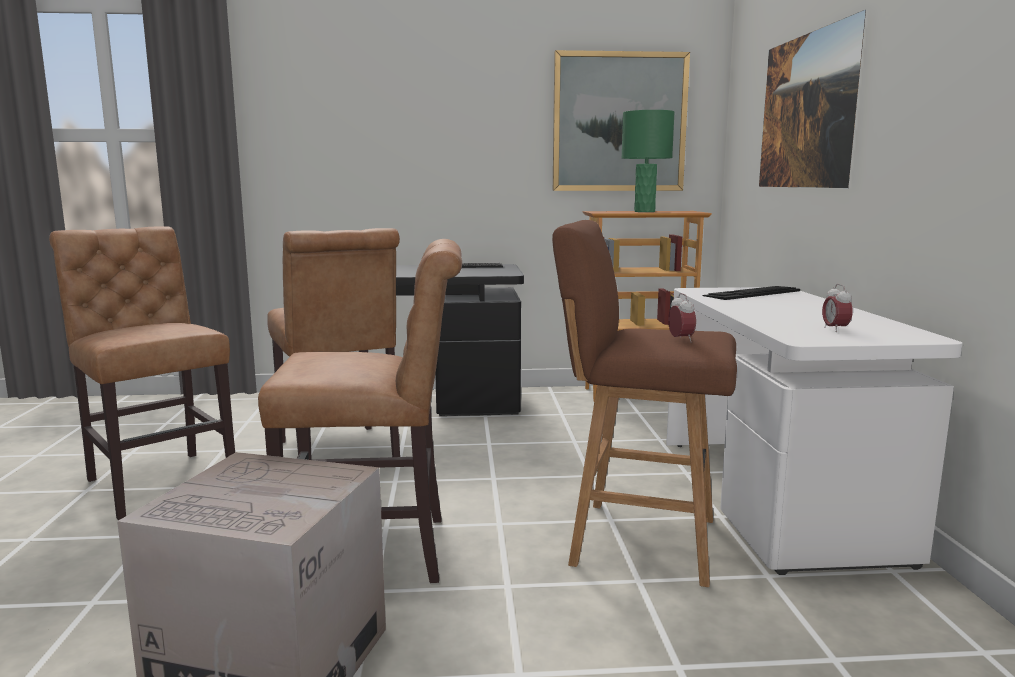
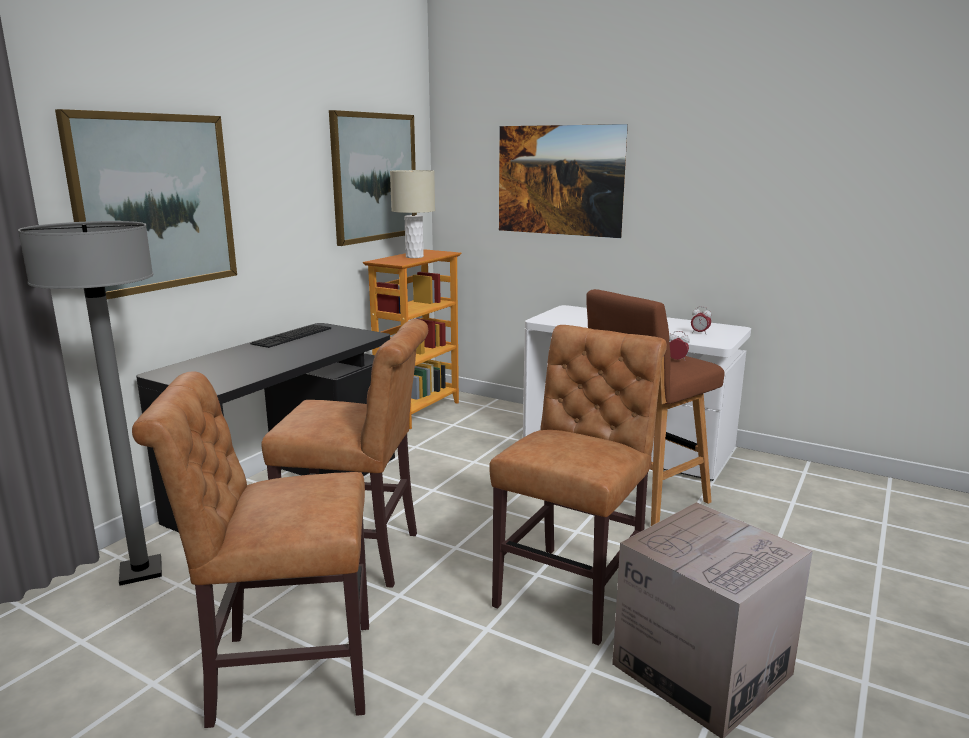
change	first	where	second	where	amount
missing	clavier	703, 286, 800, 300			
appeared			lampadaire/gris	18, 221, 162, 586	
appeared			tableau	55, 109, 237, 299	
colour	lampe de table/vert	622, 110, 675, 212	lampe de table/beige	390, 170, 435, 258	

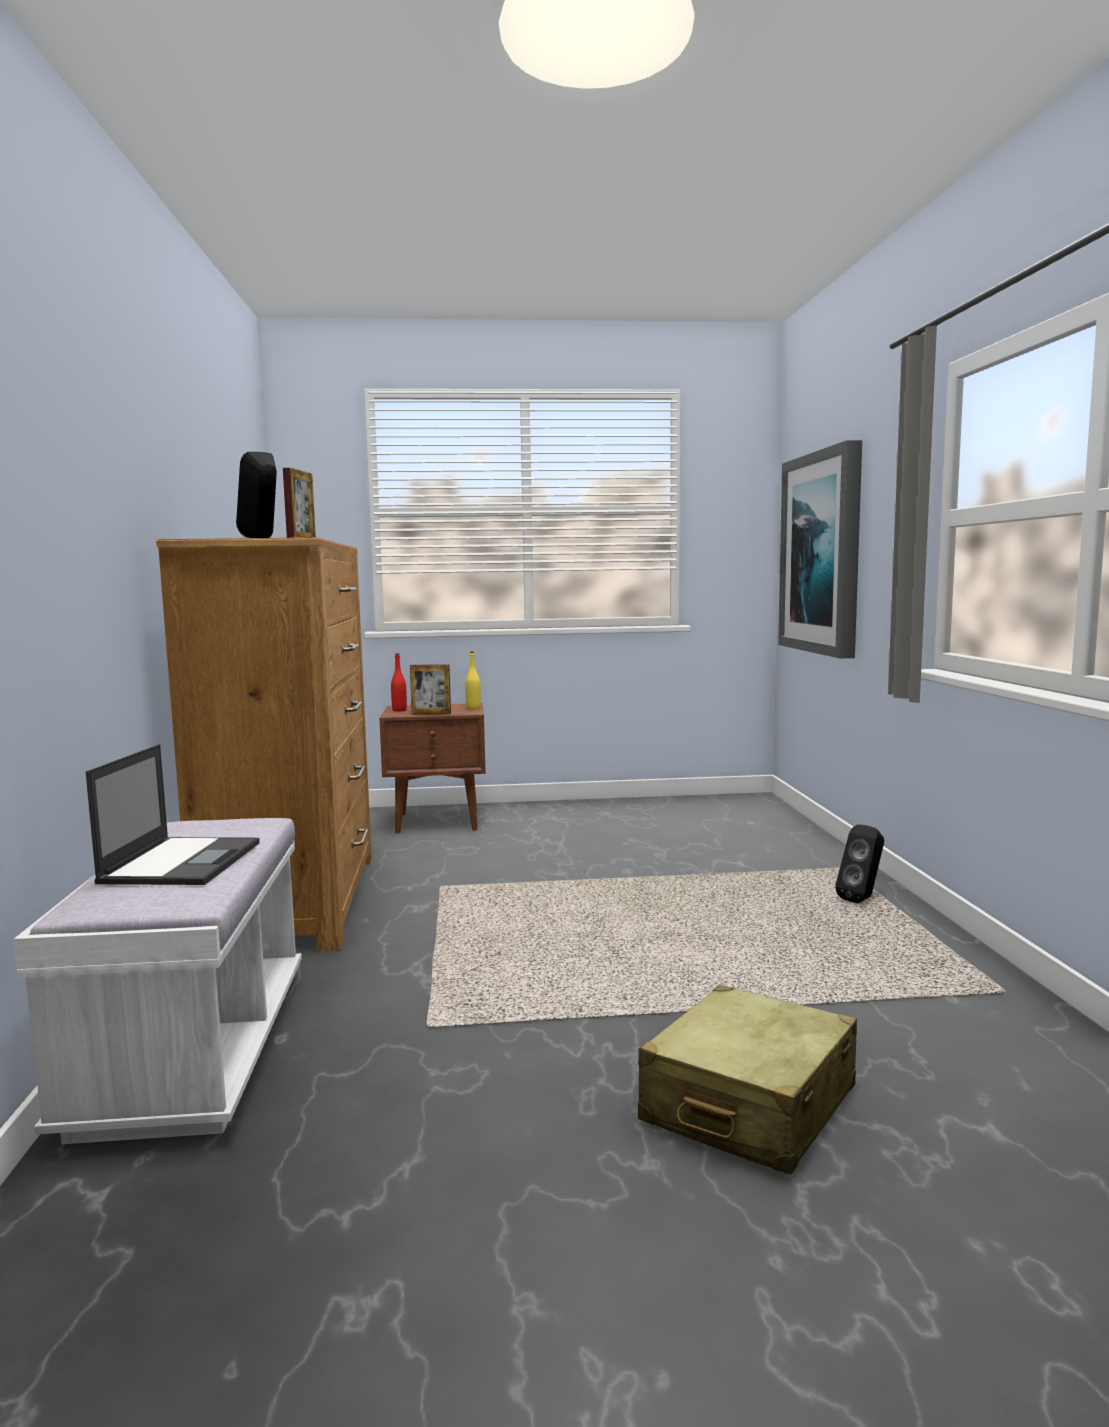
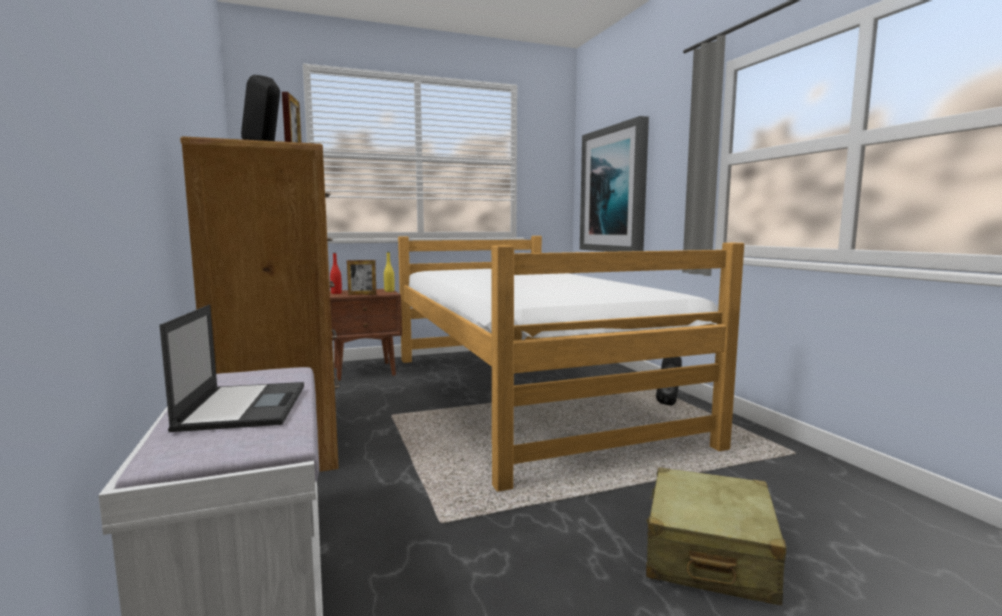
change	first	where	second	where	amount
appeared			lit	398, 236, 744, 492	

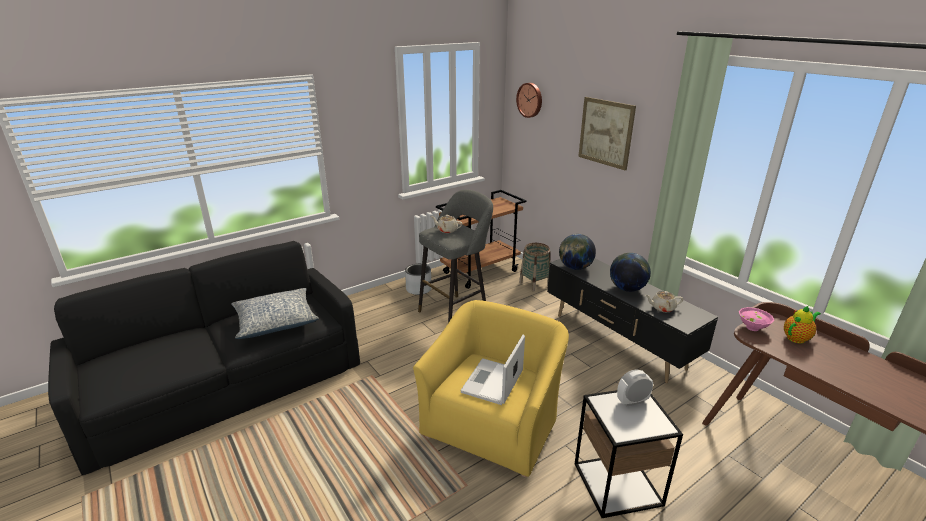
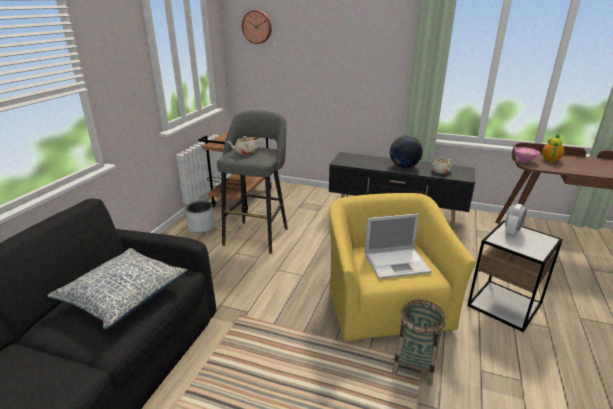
change	first	where	second	where	amount
missing	globe	559, 234, 596, 270			
missing	tableau	578, 97, 636, 170			
relocated	panier	519, 243, 551, 292		392, 300, 446, 386	
spun	ordinateur portable	460, 335, 525, 405		365, 213, 432, 279	90 degrees counterclockwise

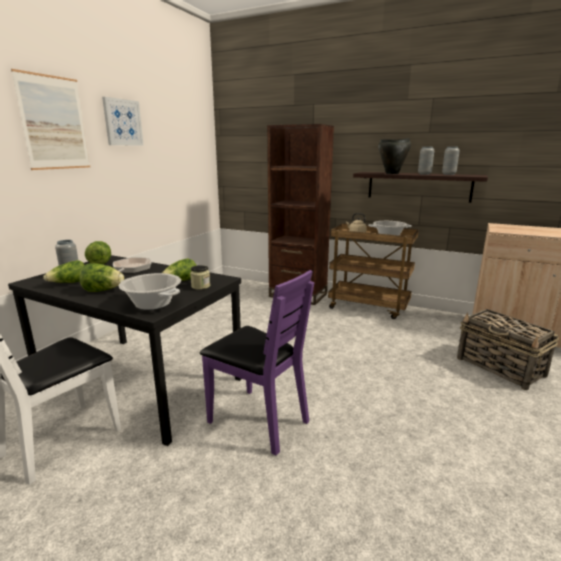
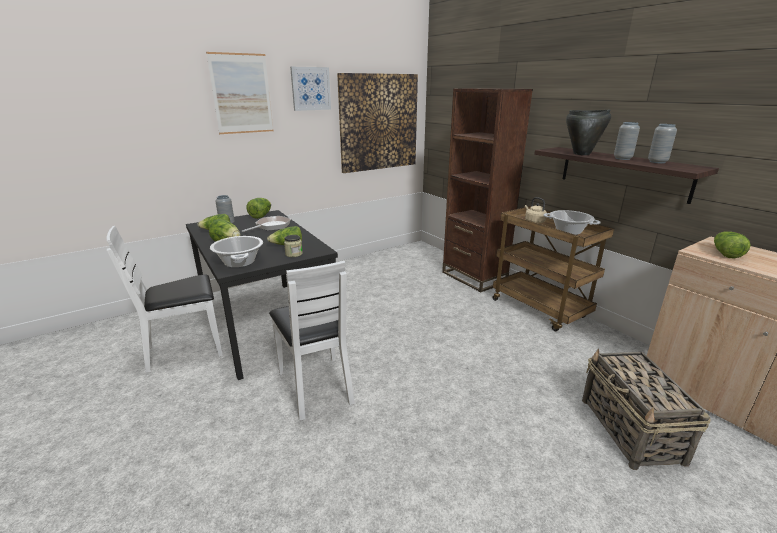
change	first	where	second	where	amount
appeared			tableau	337, 73, 418, 173	
appeared			laitue	714, 231, 751, 258	
colour	chaise/violet	200, 270, 315, 456	chaise/blanc	269, 261, 355, 421	

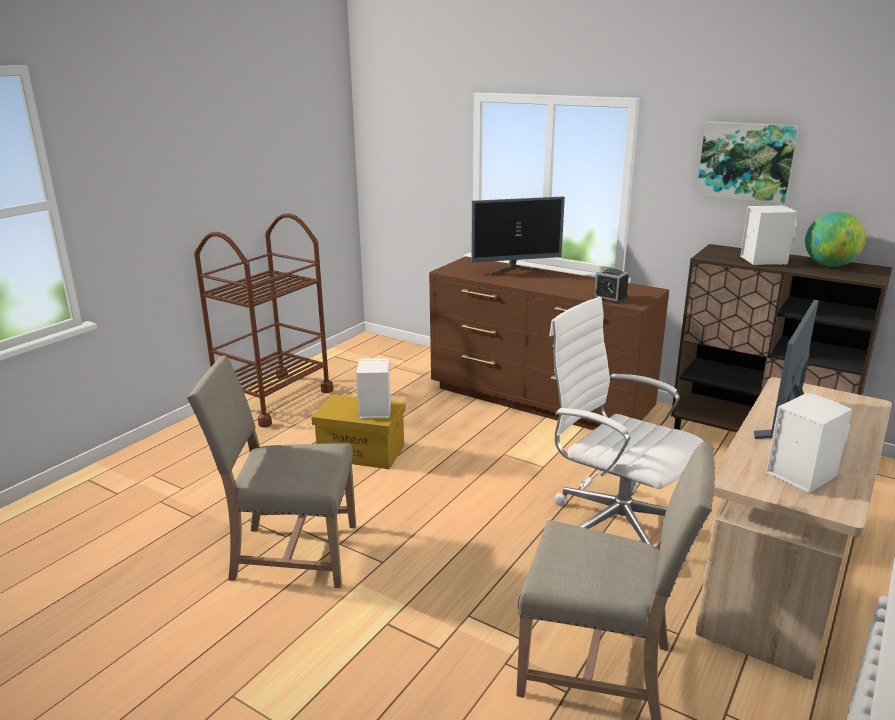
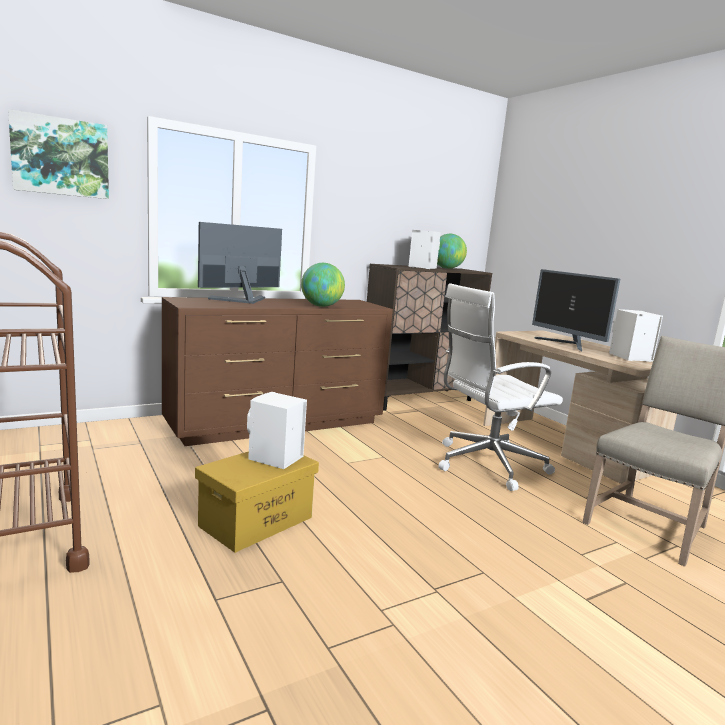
change	first	where	second	where	amount
missing	chaise/beige	187, 355, 356, 588			
missing	réveil	592, 268, 629, 304			
appeared			globe	301, 263, 345, 307	
relocated	tableau	697, 121, 798, 204		8, 109, 109, 199	
spun	écran d'ordinateur	471, 196, 565, 276		198, 222, 282, 304	150 degrees counterclockwise

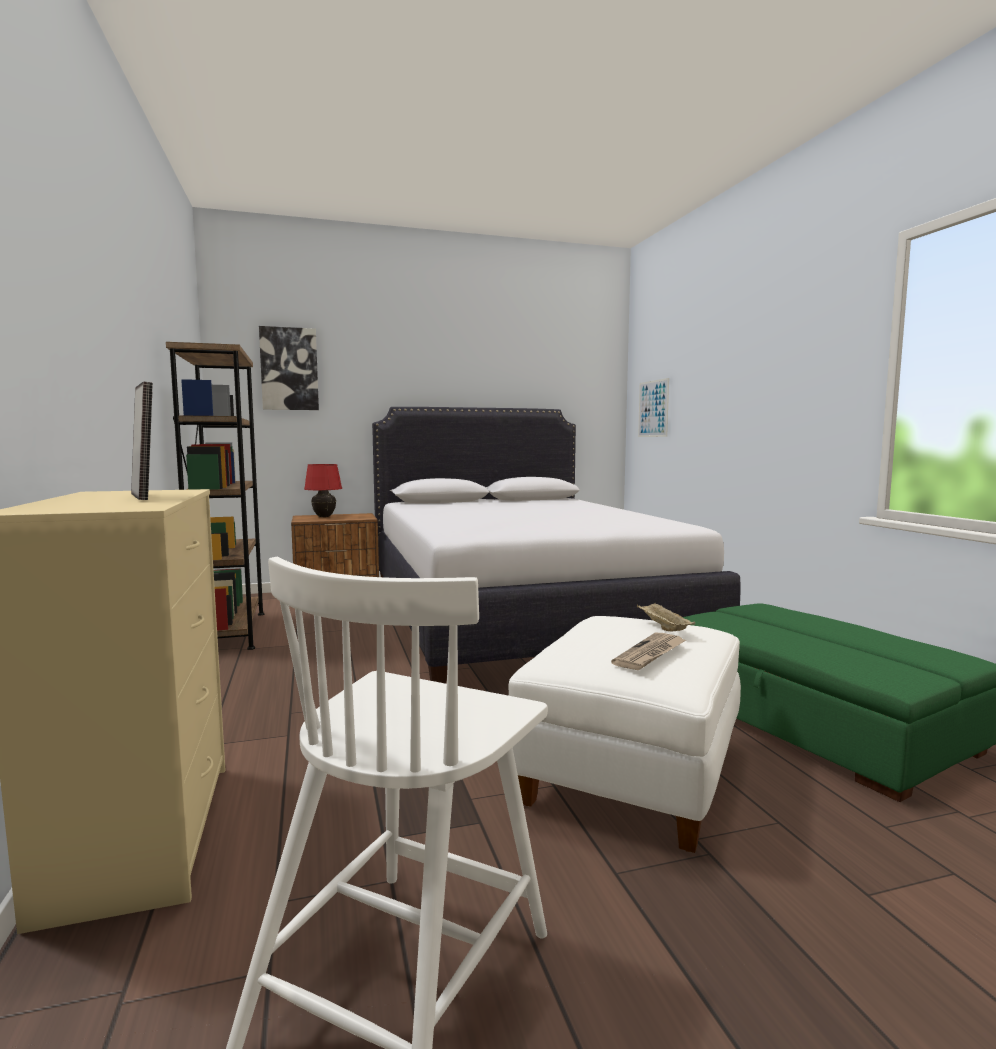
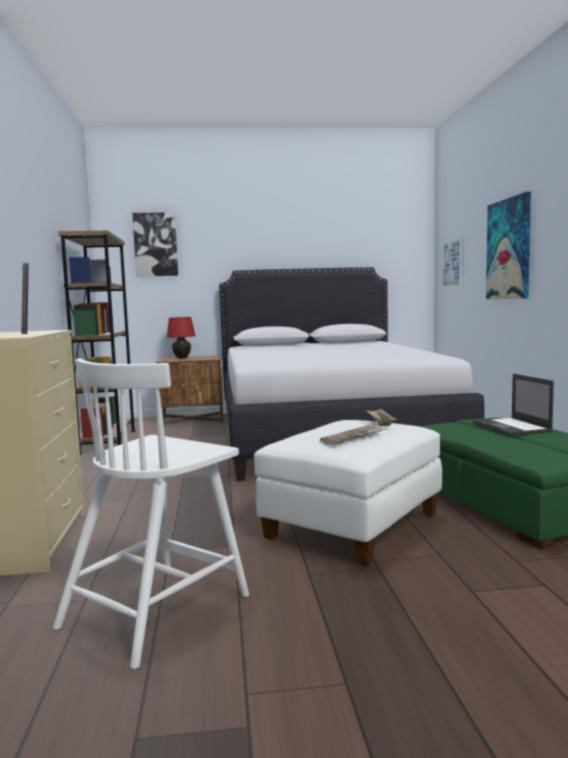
change	first	where	second	where	amount
appeared			ordinateur portable	473, 374, 554, 436	
appeared			tableau	486, 192, 531, 299	

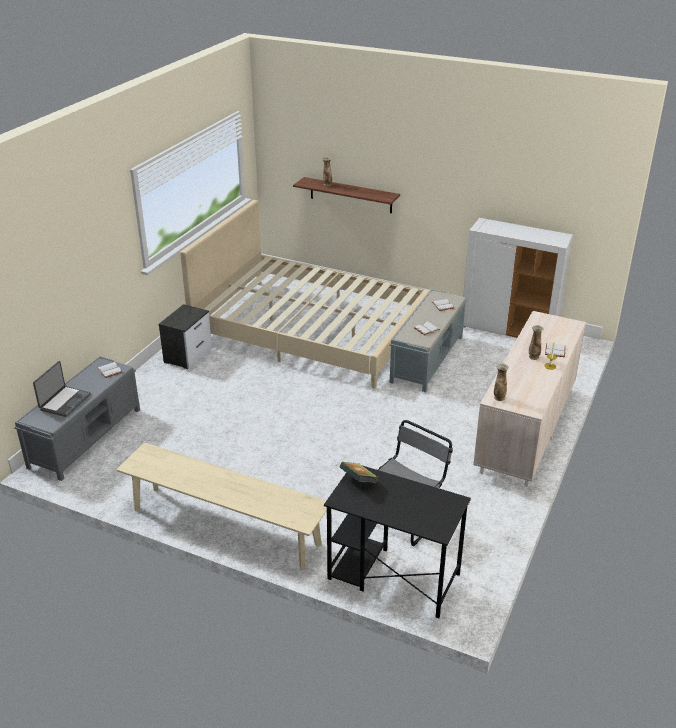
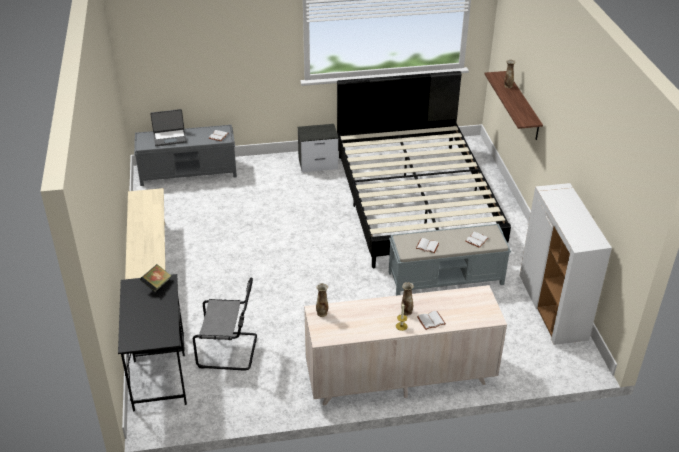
change	first	where	second	where	amount
colour	lit/beige	180, 200, 430, 388	lit/noir	337, 71, 511, 268	

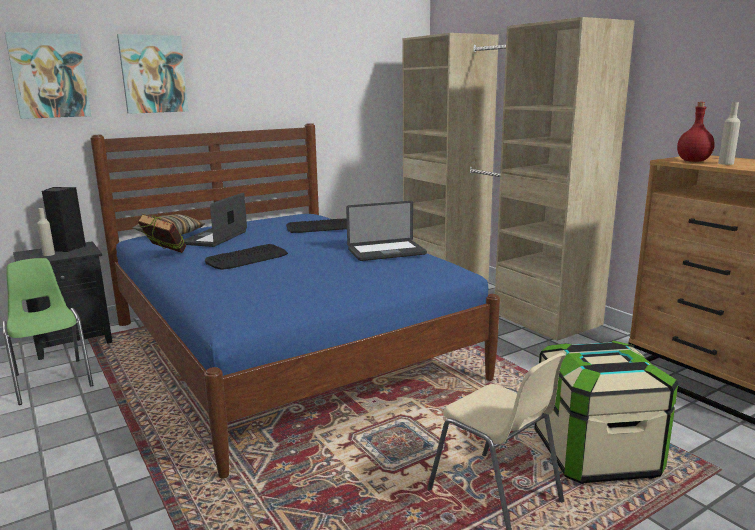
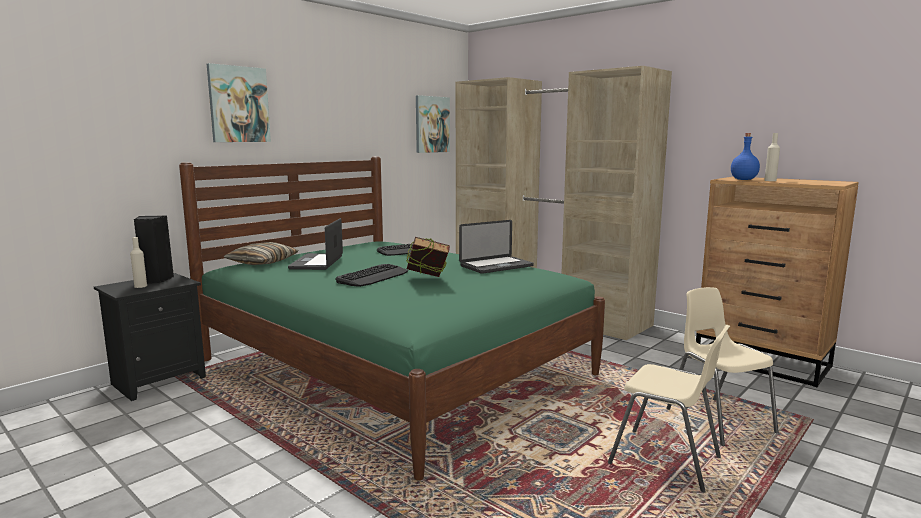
change	first	where	second	where	amount
missing	chaise/vert	2, 258, 93, 405			
relocated	tableau	5, 32, 91, 119		416, 95, 450, 153	
relocated	livre	137, 214, 186, 253		406, 237, 450, 277	
exchanged	boîte de rangement	534, 341, 678, 484	chaise/beige	666, 287, 779, 446	
colour	lit/bleu	90, 123, 500, 479	lit/vert	179, 156, 605, 481	
colour	bouteille/rouge	677, 102, 715, 162	bouteille/bleu	731, 133, 760, 180	

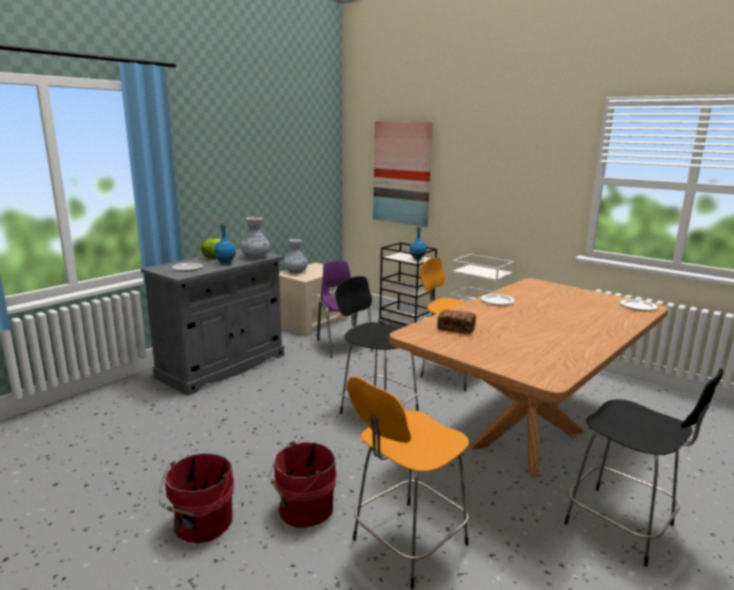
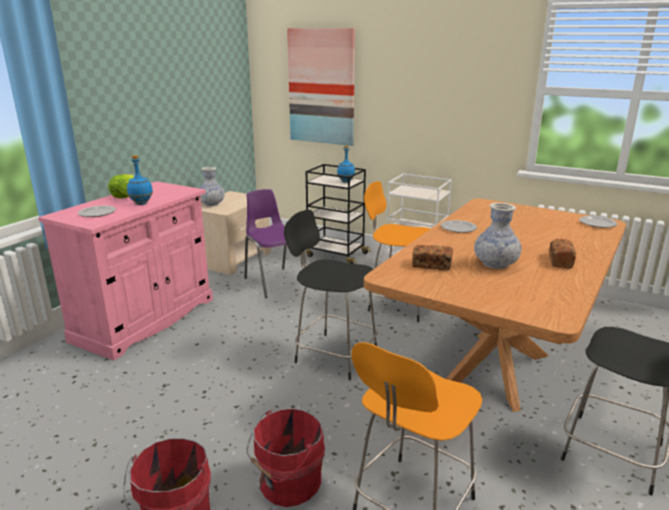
change	first	where	second	where	amount
appeared			pain	549, 239, 576, 269	
relocated	vase	240, 217, 270, 259		474, 203, 521, 269	
colour	meuble de rangement/gris	141, 249, 284, 396	meuble de rangement/rose	38, 181, 213, 360	

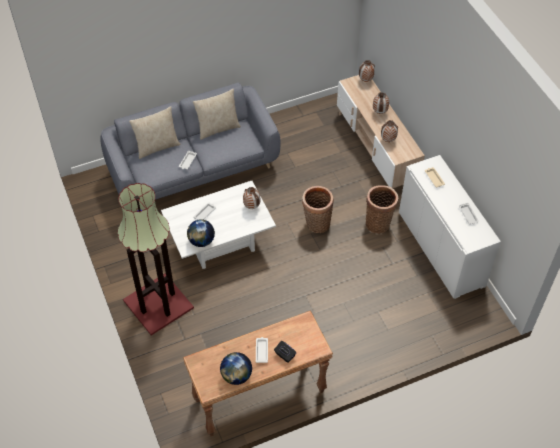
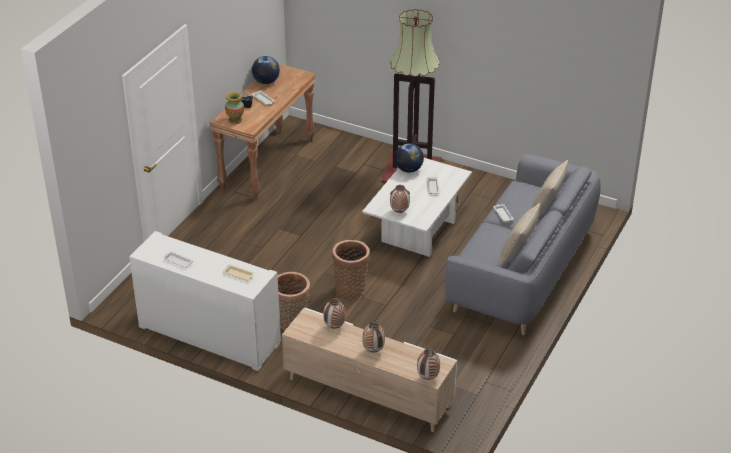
change	first	where	second	where	amount
appeared			vase	225, 92, 244, 124	

